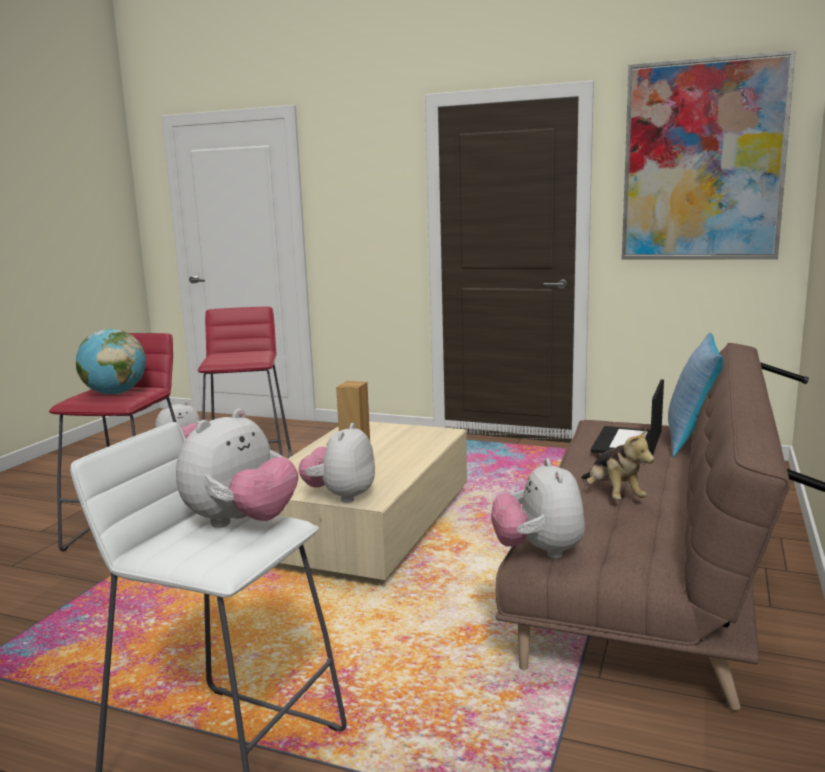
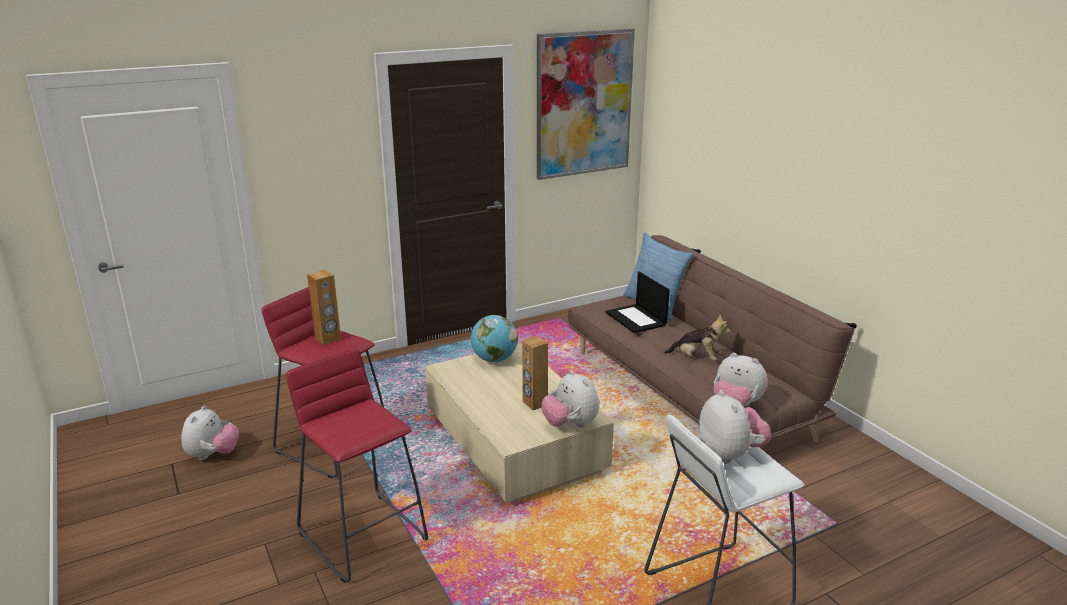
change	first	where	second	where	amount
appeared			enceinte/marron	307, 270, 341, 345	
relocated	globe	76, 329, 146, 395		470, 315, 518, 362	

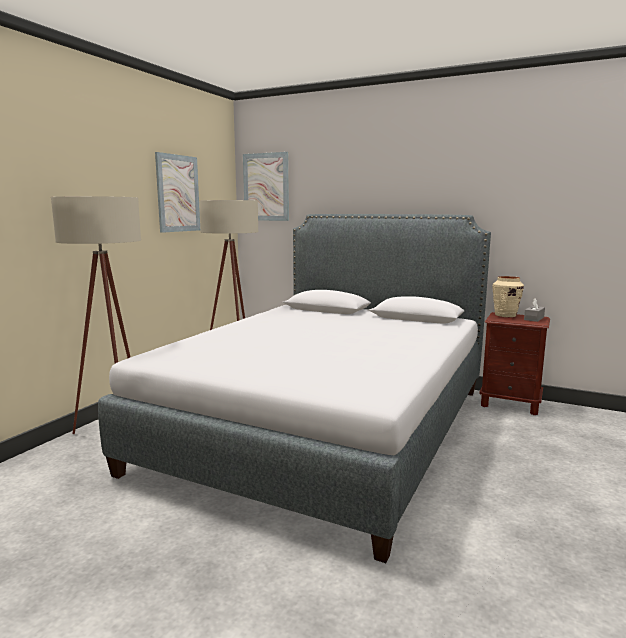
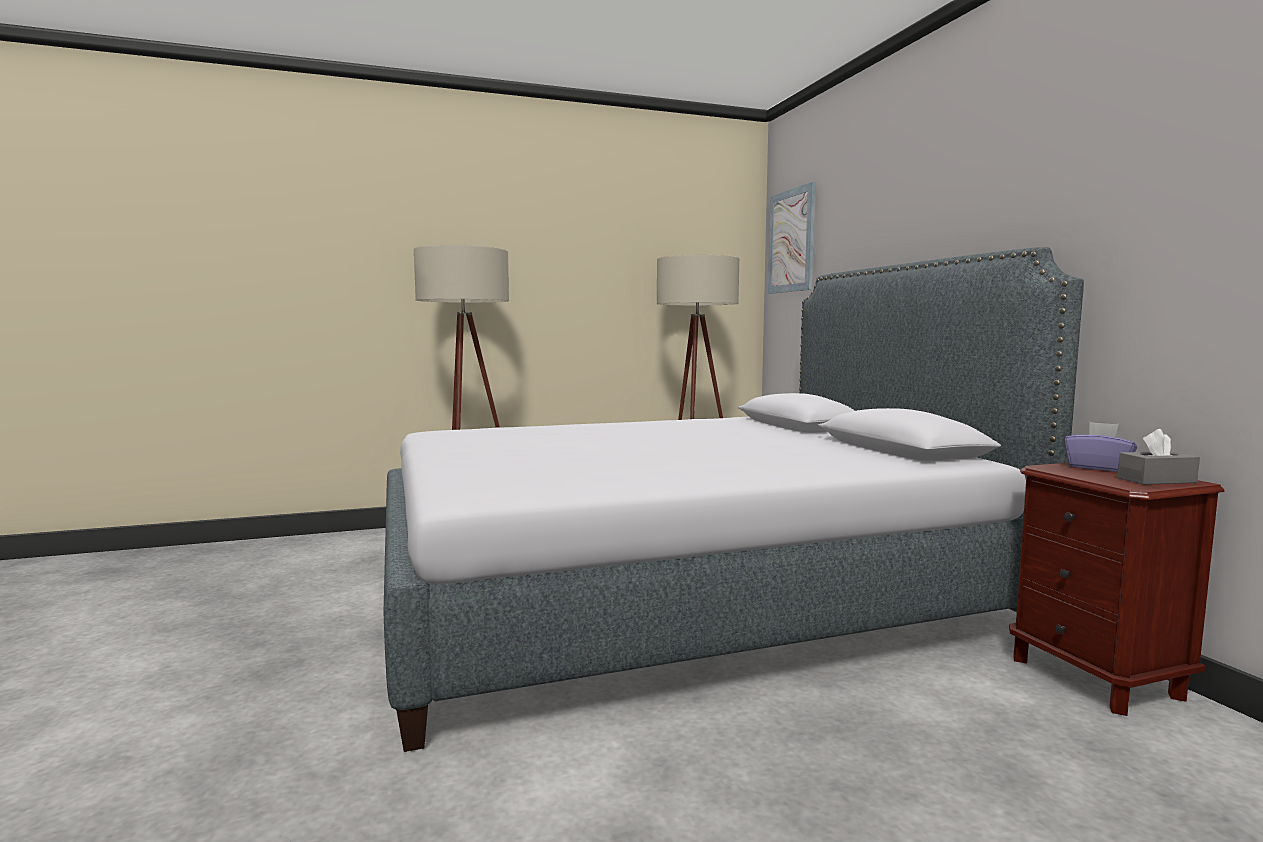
change	first	where	second	where	amount
missing	tableau	155, 152, 200, 233			
exchanged	vase/beige	492, 276, 524, 317	boîte à mouchoirs/violet	1065, 422, 1137, 472	

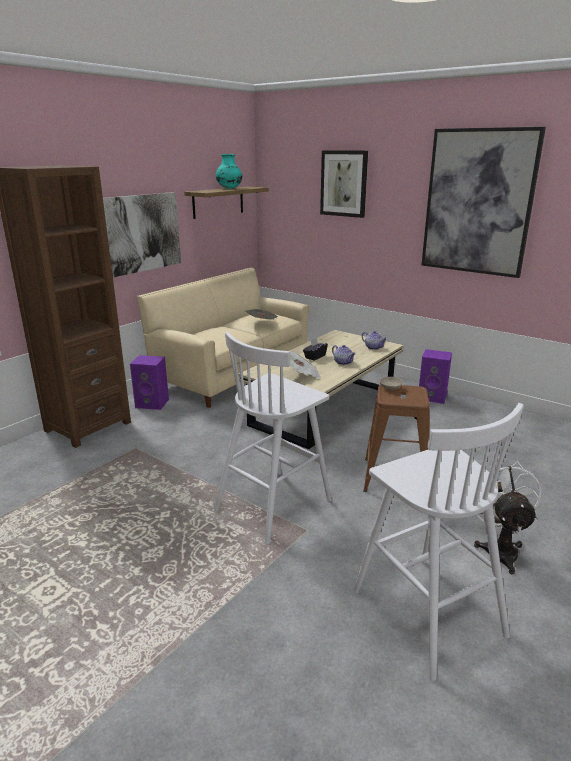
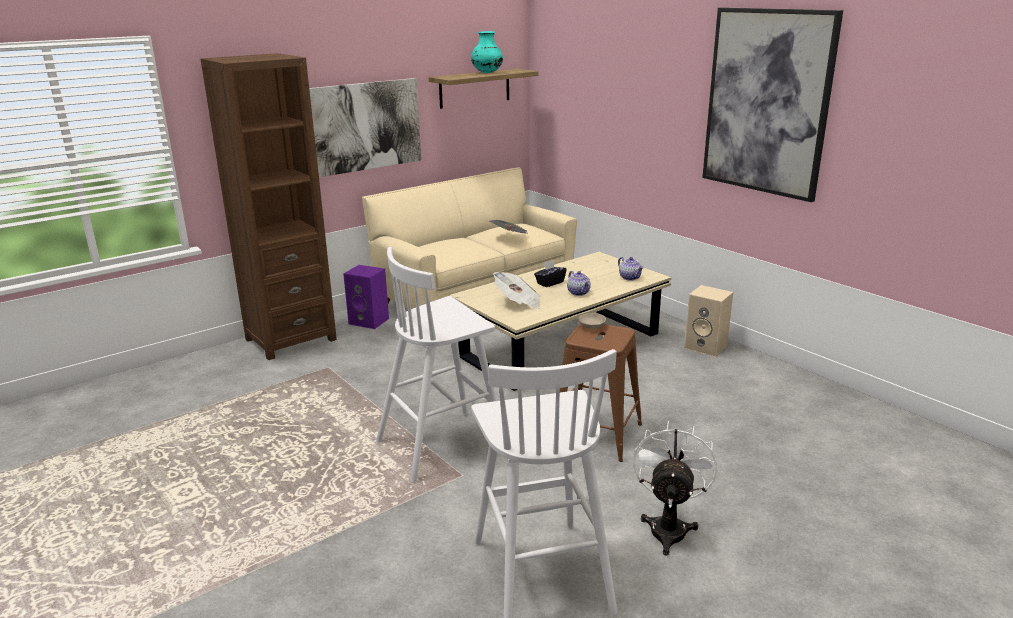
change	first	where	second	where	amount
missing	tableau	320, 150, 368, 218			
colour	enceinte/violet	419, 349, 452, 404	enceinte/beige	684, 285, 733, 357	

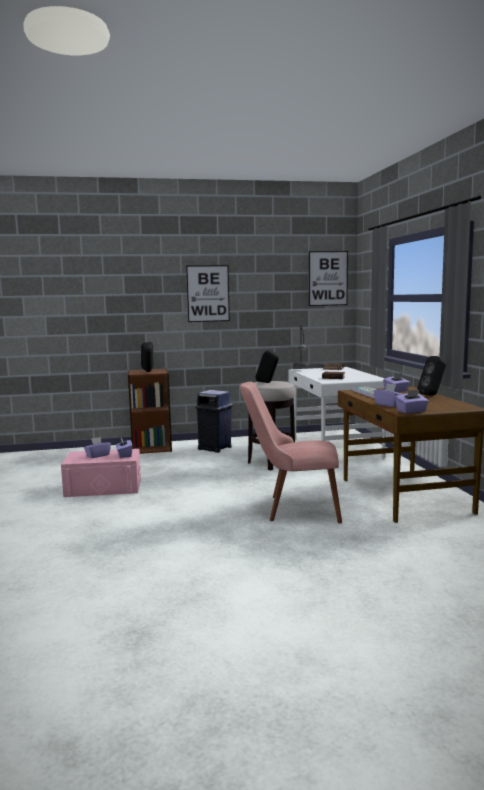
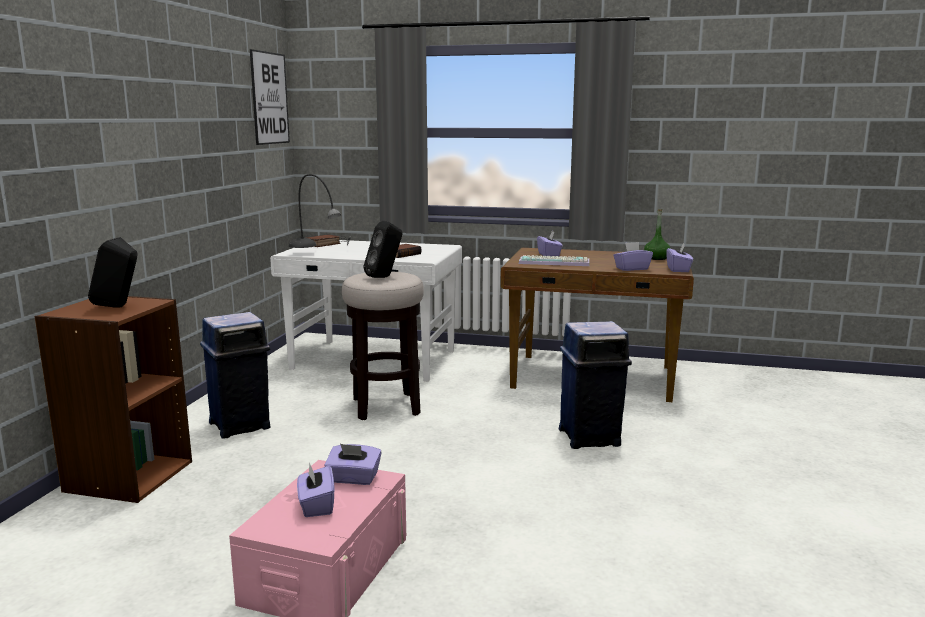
change	first	where	second	where	amount
missing	tableau	186, 265, 230, 322			
missing	enceinte/noir	417, 356, 446, 396			
appeared			bouteille/vert	644, 209, 671, 260	
exchanged	chaise/rose	240, 382, 342, 524	poubelle/bleu	559, 321, 632, 449	

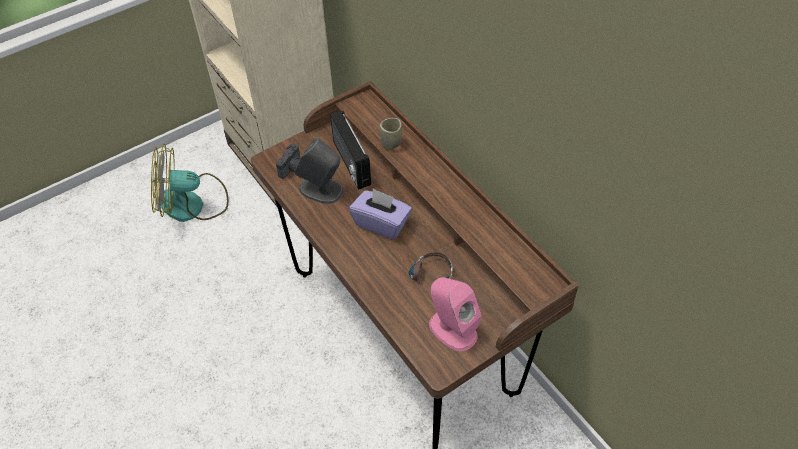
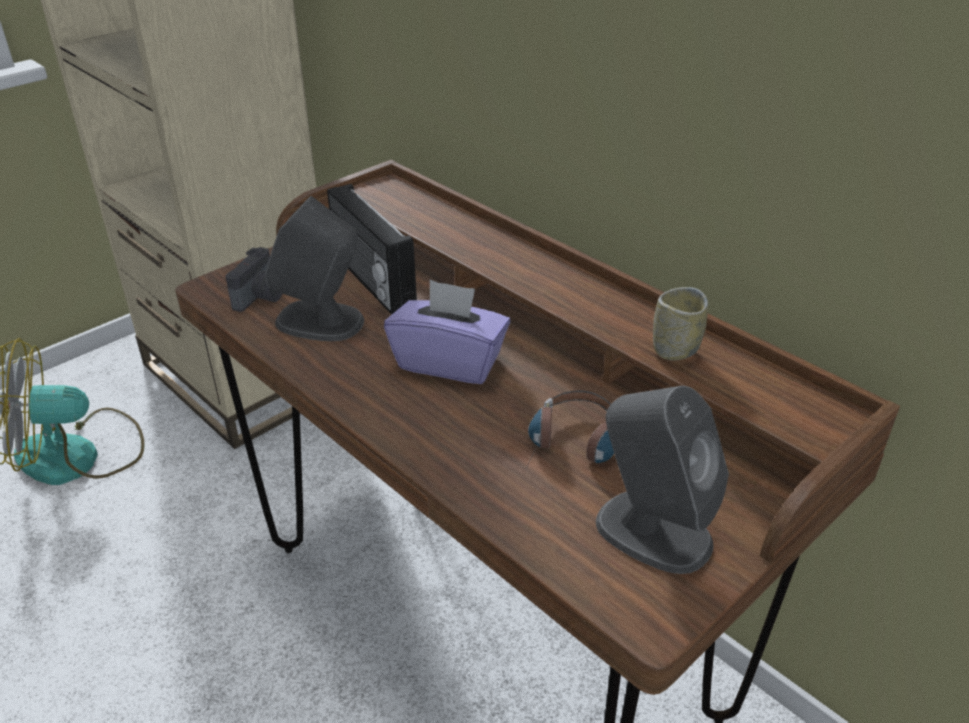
change	first	where	second	where	amount
relocated	tasse	380, 118, 402, 149		653, 287, 708, 360	
colour	enceinte/rose	429, 277, 482, 351	enceinte/gris	596, 386, 729, 574	

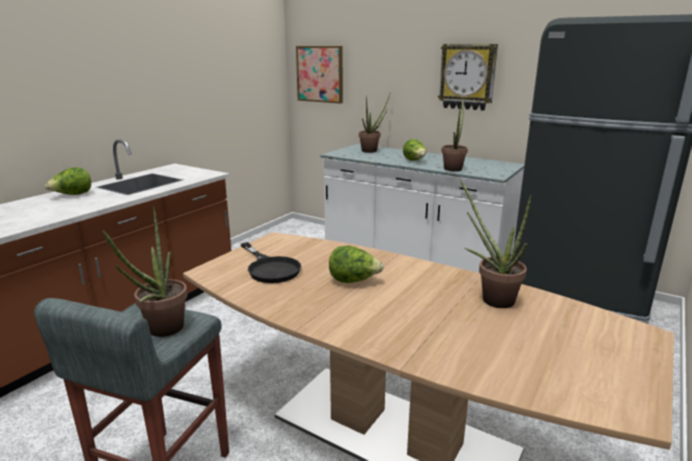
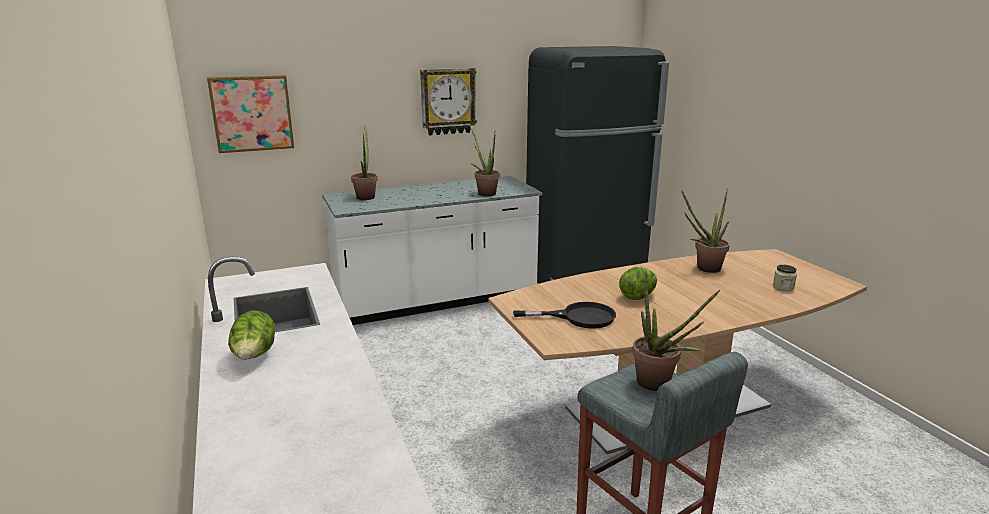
change	first	where	second	where	amount
missing	laitue	403, 139, 426, 161			
appeared			bocal	773, 265, 797, 291	

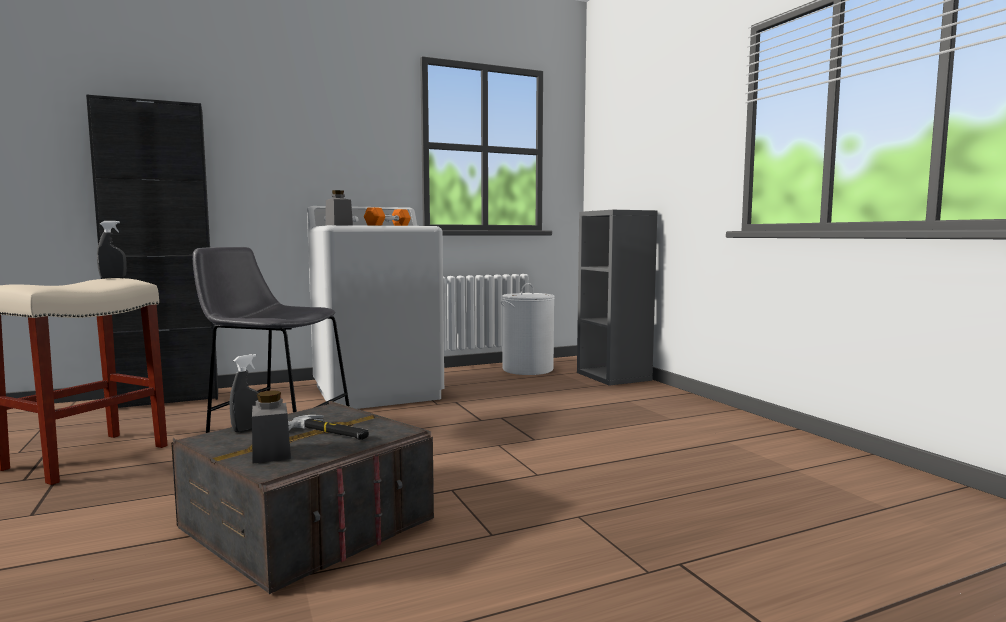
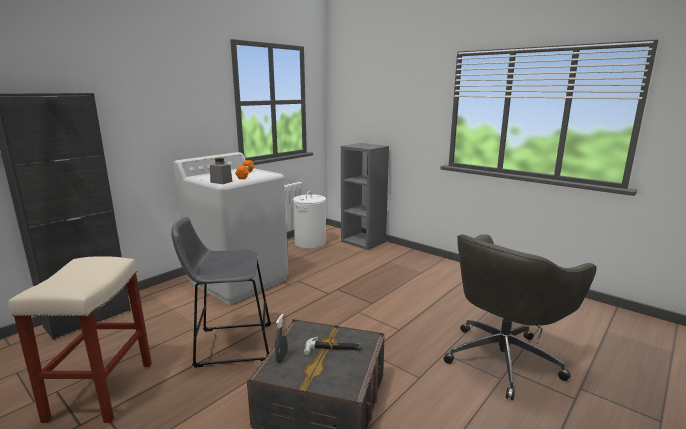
change	first	where	second	where	amount
missing	vaporisateur/gris	97, 221, 127, 278			
missing	bocal/gris	252, 391, 291, 464			
appeared			chaise de bureau/gris	444, 234, 597, 400	

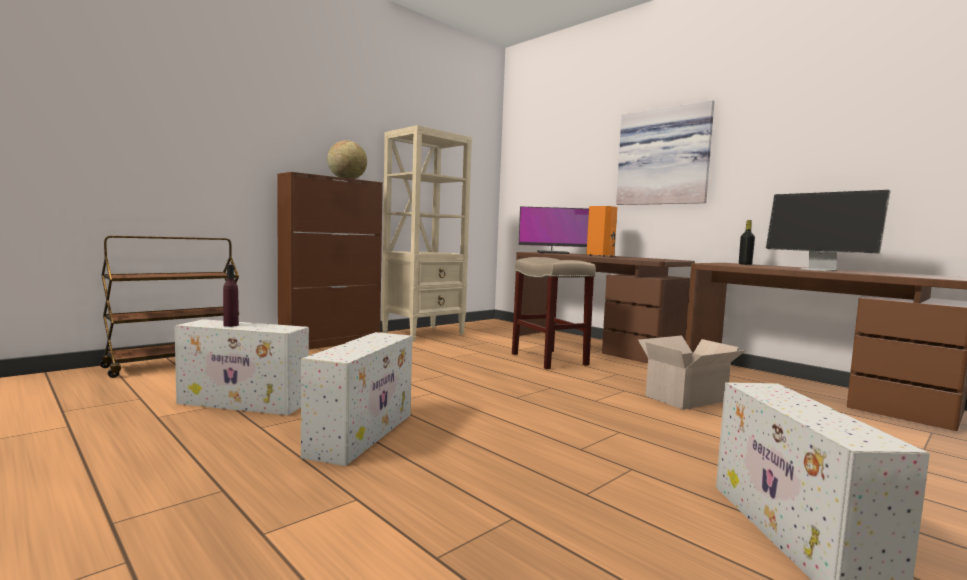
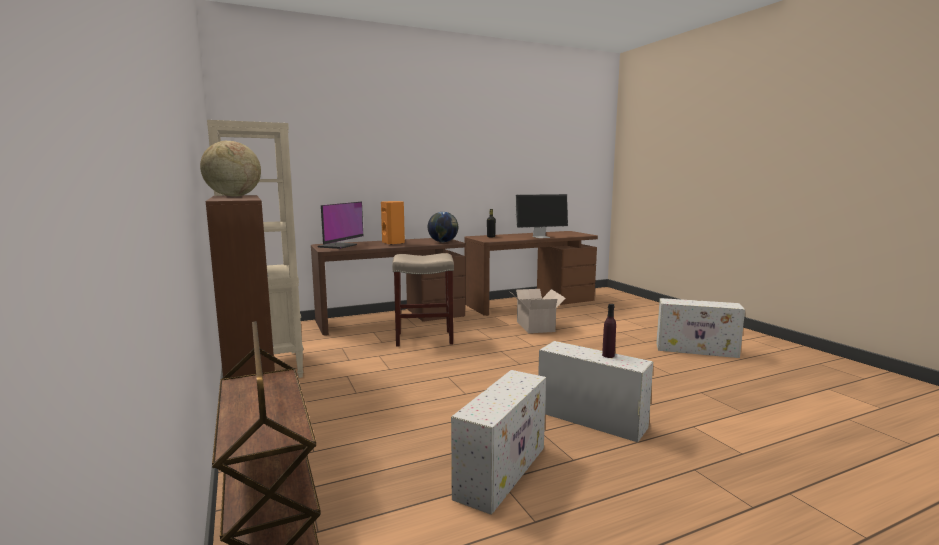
change	first	where	second	where	amount
missing	tableau	616, 100, 715, 205			
appeared			globe	428, 212, 458, 242	
relocated	bouteille/violet	223, 265, 239, 327		602, 304, 616, 358	

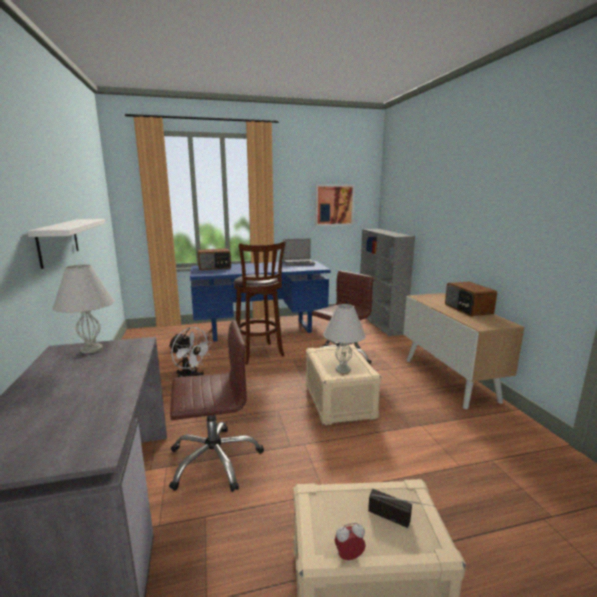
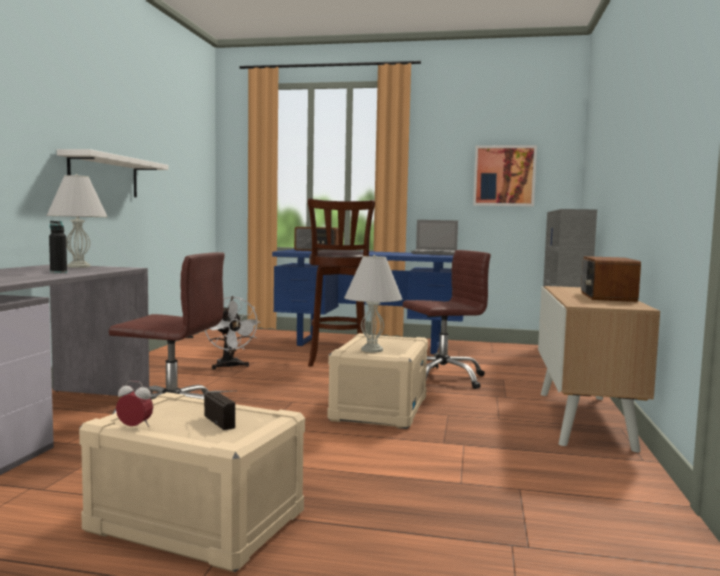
change	first	where	second	where	amount
appeared			bouteille/noir	49, 221, 67, 273	

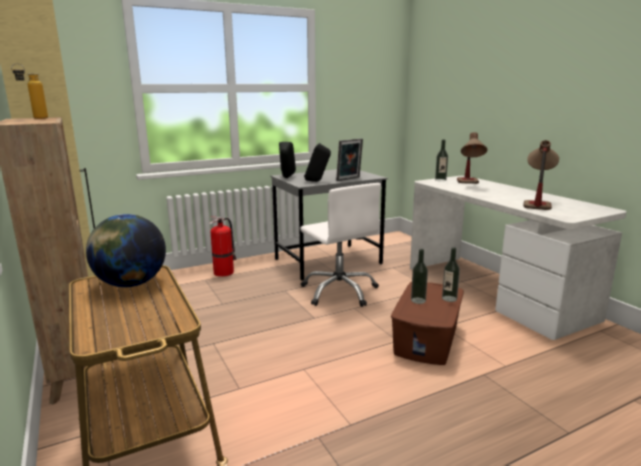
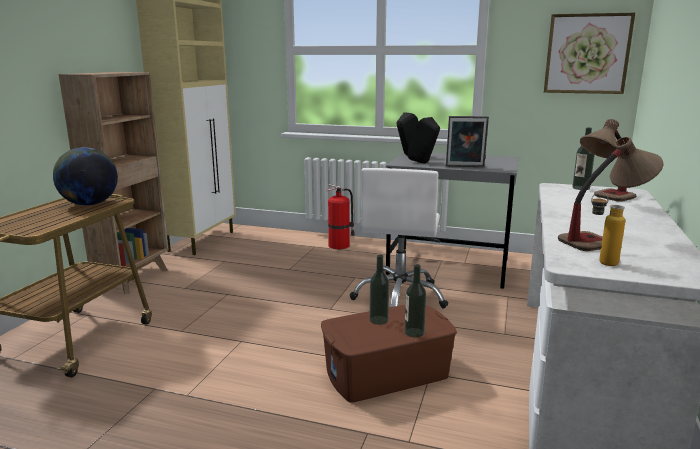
change	first	where	second	where	amount
appeared			tableau	544, 13, 635, 94	
relocated	bouteille	11, 63, 48, 119		591, 192, 625, 266	

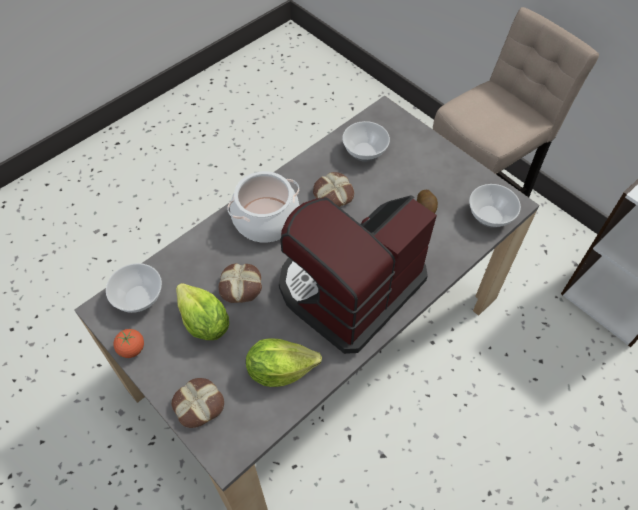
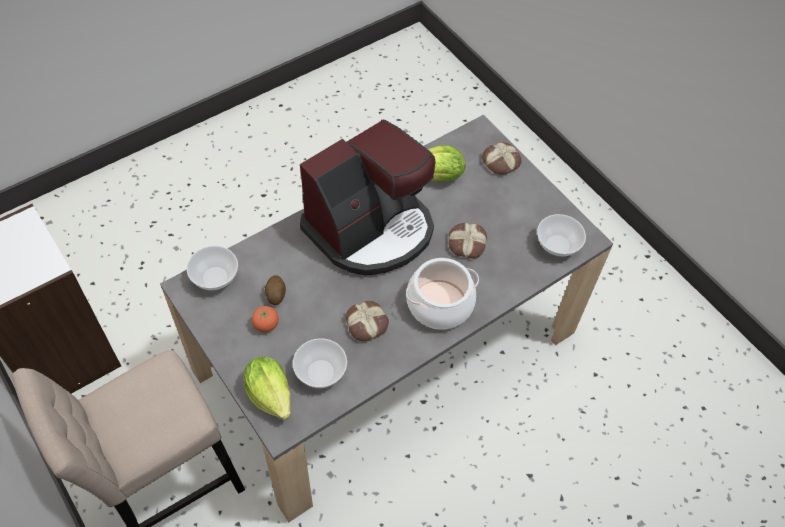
change	first	where	second	where	amount
relocated	tomate	114, 329, 144, 358		252, 306, 279, 332	
relocated	laitue	176, 283, 229, 340		244, 357, 291, 420	

